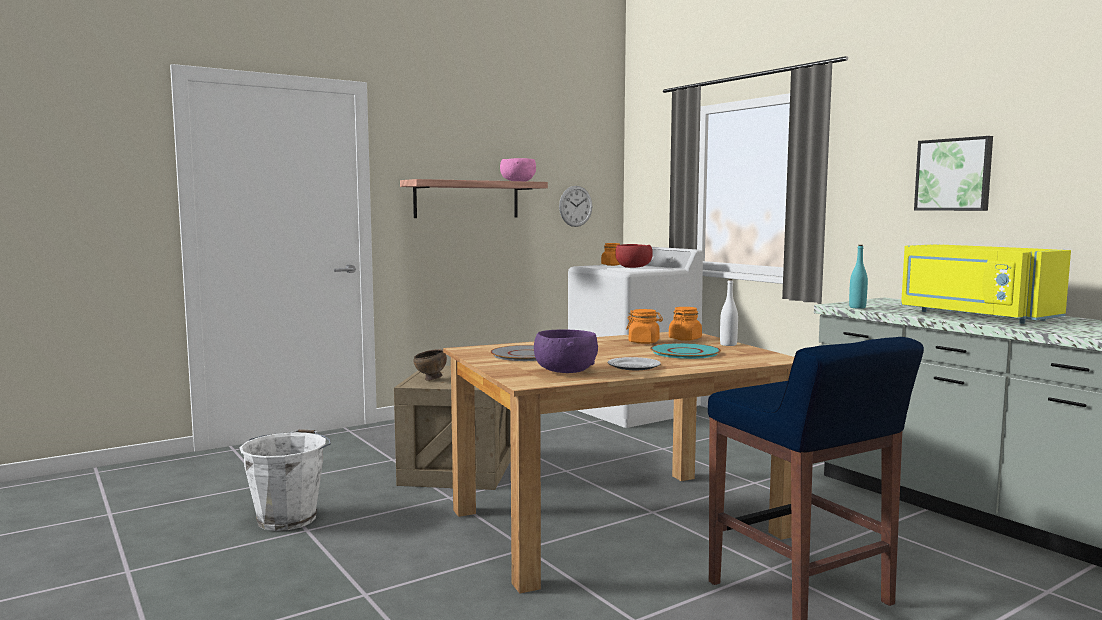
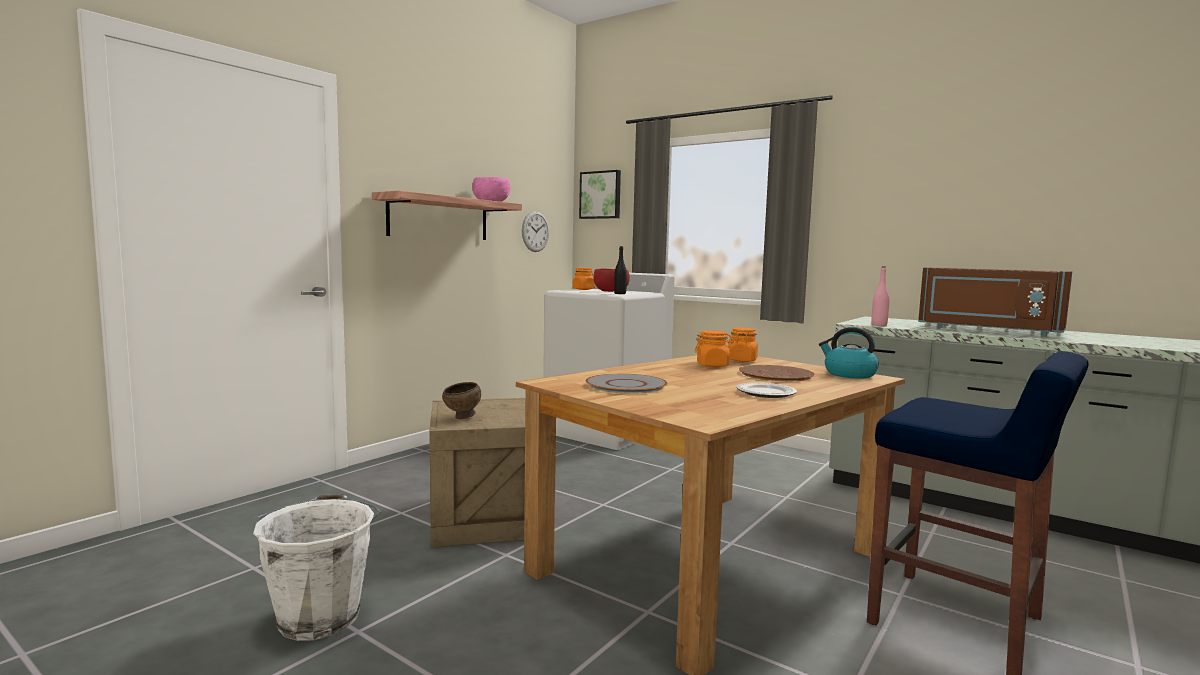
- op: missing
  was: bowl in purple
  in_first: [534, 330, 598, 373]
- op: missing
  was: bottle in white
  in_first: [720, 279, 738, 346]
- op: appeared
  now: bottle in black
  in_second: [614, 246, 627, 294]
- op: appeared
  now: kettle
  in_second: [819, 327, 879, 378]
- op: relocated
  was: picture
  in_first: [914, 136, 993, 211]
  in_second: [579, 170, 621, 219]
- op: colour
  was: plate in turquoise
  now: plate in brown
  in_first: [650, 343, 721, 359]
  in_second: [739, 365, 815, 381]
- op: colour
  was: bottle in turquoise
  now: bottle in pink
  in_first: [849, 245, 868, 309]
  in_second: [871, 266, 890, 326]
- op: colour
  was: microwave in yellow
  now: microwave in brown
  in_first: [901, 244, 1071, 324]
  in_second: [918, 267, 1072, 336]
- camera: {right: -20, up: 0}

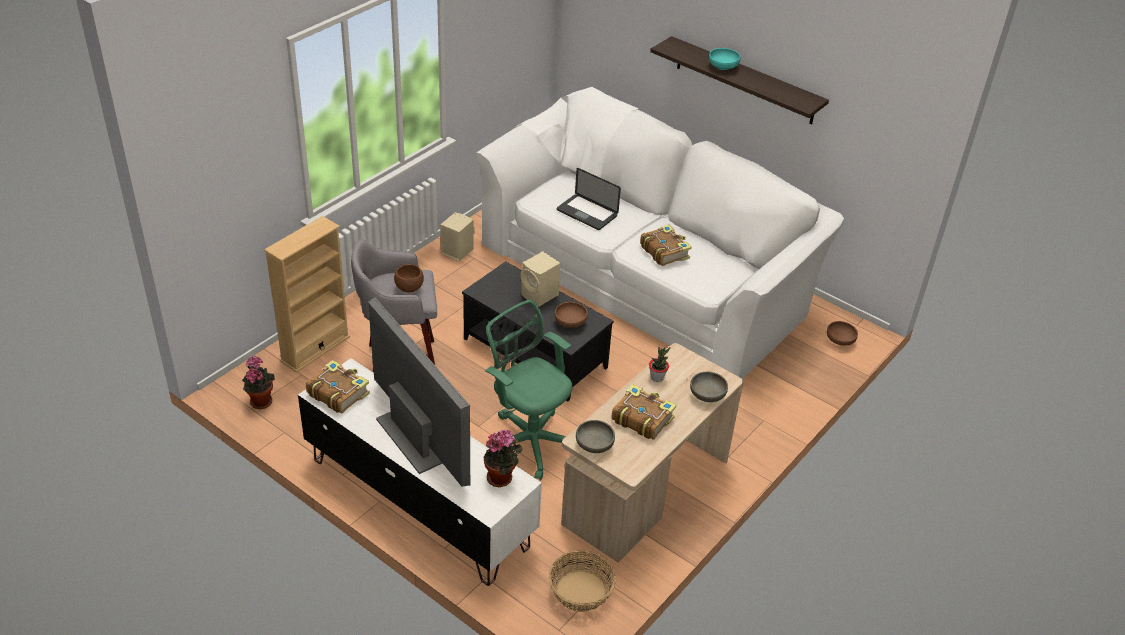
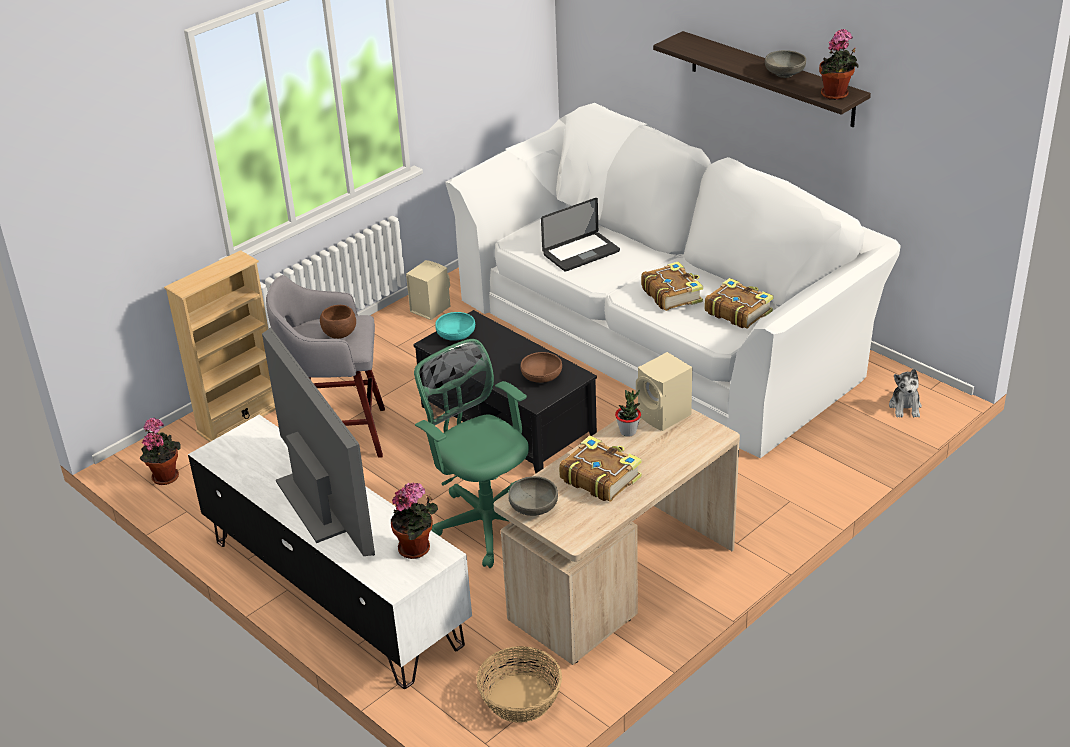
- op: appeared
  now: potted plant
  in_second: [819, 29, 859, 100]
- op: relocated
  was: book
  in_first: [306, 360, 370, 413]
  in_second: [705, 278, 774, 329]
- op: relocated
  was: speaker in beige
  in_first: [521, 251, 560, 307]
  in_second: [636, 352, 692, 431]
- op: relocated
  was: bowl in grey
  in_first: [690, 372, 728, 402]
  in_second: [765, 50, 806, 78]
- op: relocated
  was: bowl in turquoise
  in_first: [709, 48, 741, 70]
  in_second: [435, 312, 475, 341]
- op: exchanged
  was: bowl in brown
  now: plush toy
  in_first: [827, 321, 858, 346]
  in_second: [889, 369, 922, 418]
- op: spun
  was: laptop
  in_first: [557, 168, 621, 230]
  in_second: [541, 198, 620, 272]
  clockwise: -75
- camera: {right: 10, up: -5}

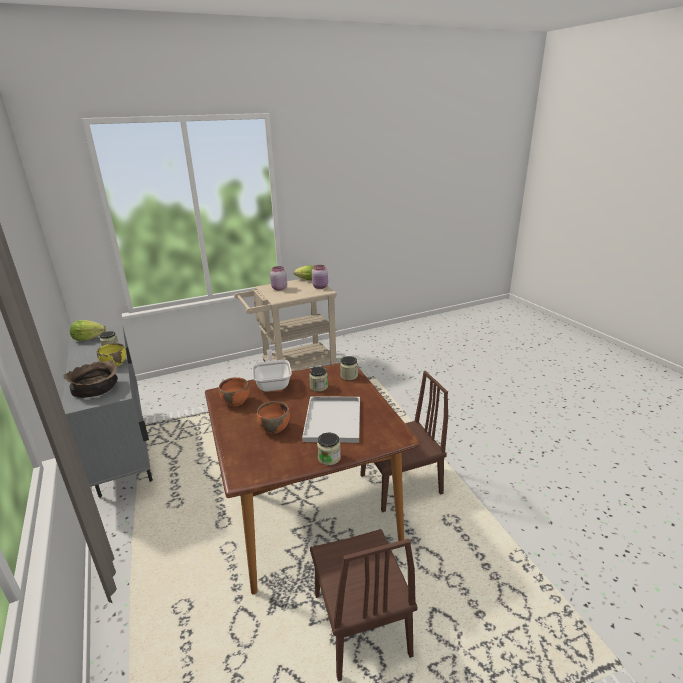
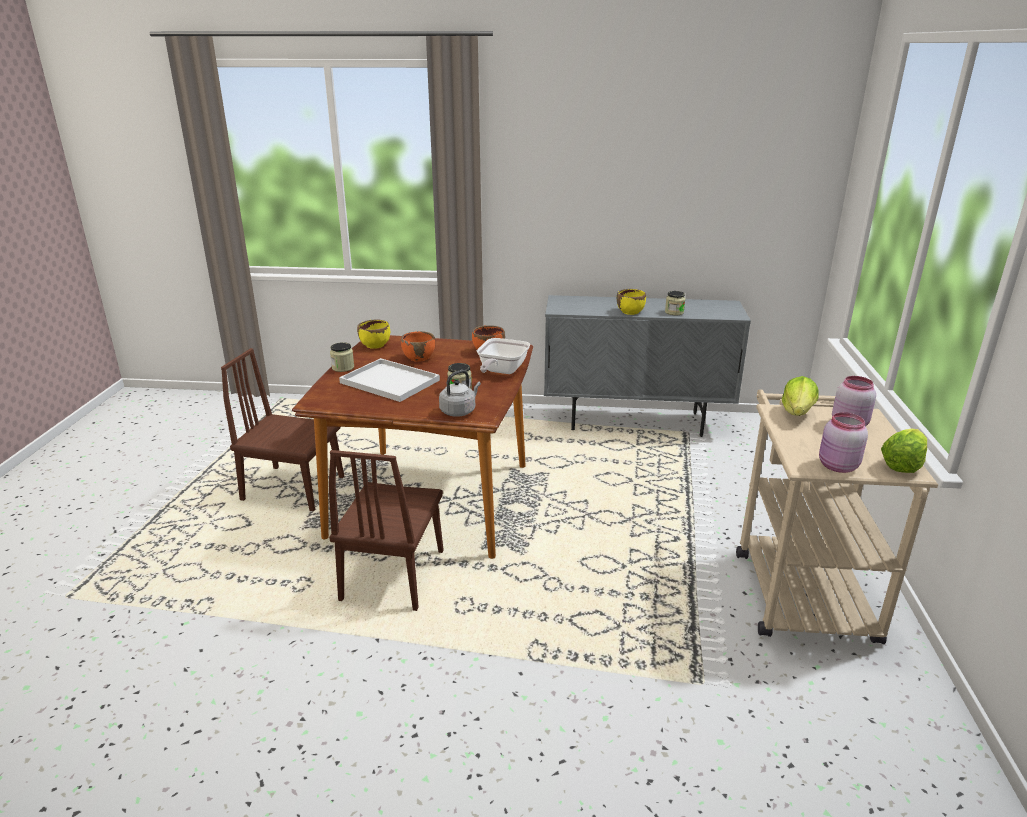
- op: missing
  was: bowl in brown
  in_first: [63, 360, 118, 398]
- op: appeared
  now: bowl in yellow
  in_second: [357, 319, 390, 349]
- op: relocated
  was: lettuce
  in_first: [70, 320, 106, 341]
  in_second: [782, 376, 819, 416]
- op: exchanged
  was: jar
  now: kettle in grey
  in_first: [340, 356, 358, 380]
  in_second: [439, 370, 481, 417]
- op: spun
  was: frying pan
  in_first: [252, 349, 292, 392]
  in_second: [477, 338, 531, 374]
  clockwise: 90
- camera: {right: 120, up: 0}

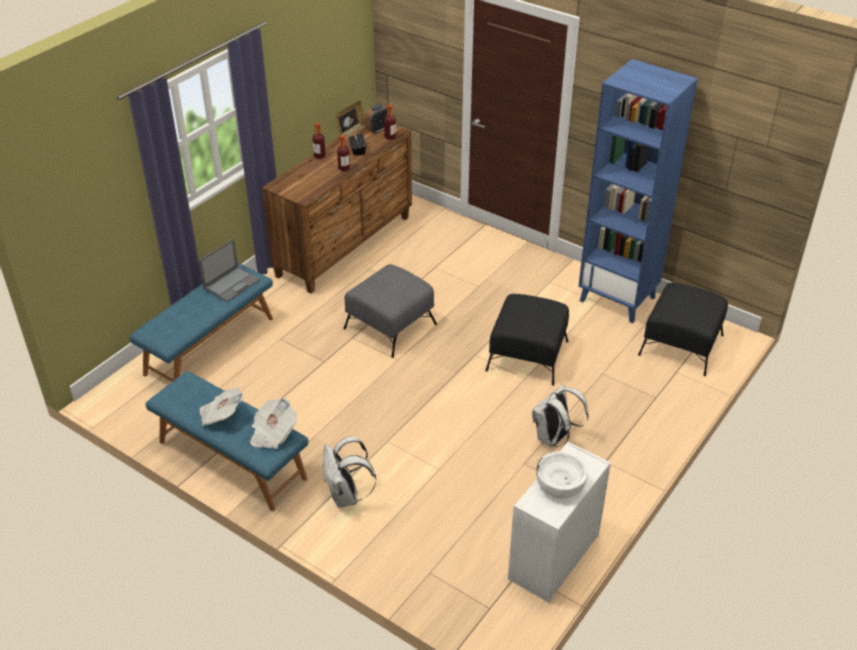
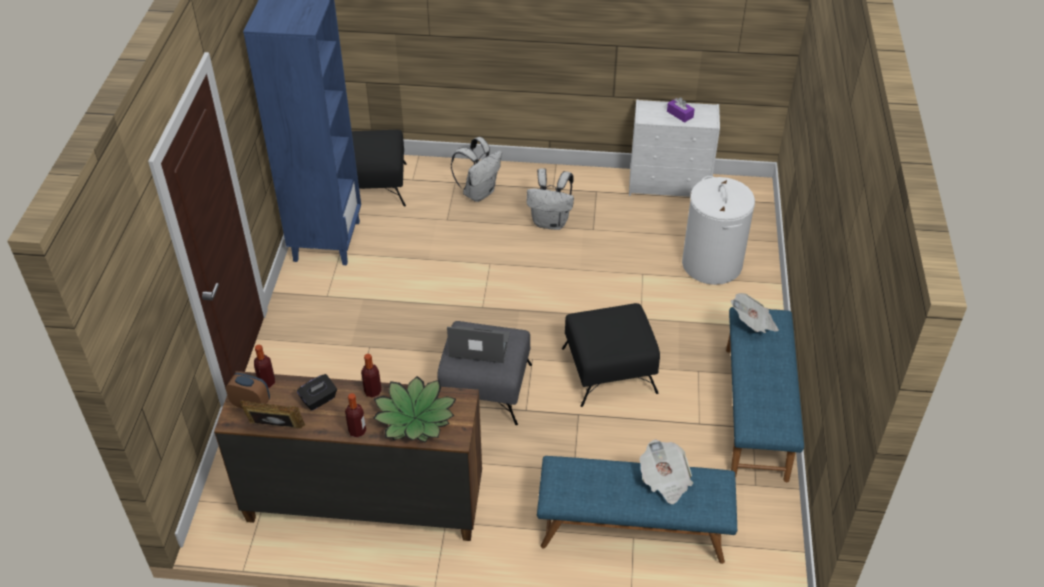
- op: appeared
  now: potted plant
  in_second: [373, 376, 456, 443]
- op: appeared
  now: laundry basket in white
  in_second: [682, 176, 755, 285]
- op: relocated
  was: laptop
  in_first: [199, 239, 261, 302]
  in_second: [447, 326, 510, 363]
- op: relocated
  was: newspaper
  in_first: [200, 387, 243, 426]
  in_second: [639, 439, 693, 504]
- op: relocated
  was: backpack in white
  in_first: [323, 436, 376, 507]
  in_second: [451, 137, 502, 202]
- op: relocated
  was: ottoman in black
  in_first: [485, 294, 569, 386]
  in_second: [562, 303, 660, 407]
- op: exchanged
  was: bowl in white
  now: tissue box in purple
  in_first: [536, 451, 588, 499]
  in_second: [667, 97, 695, 123]
- camera: {right: -120, up: 5}

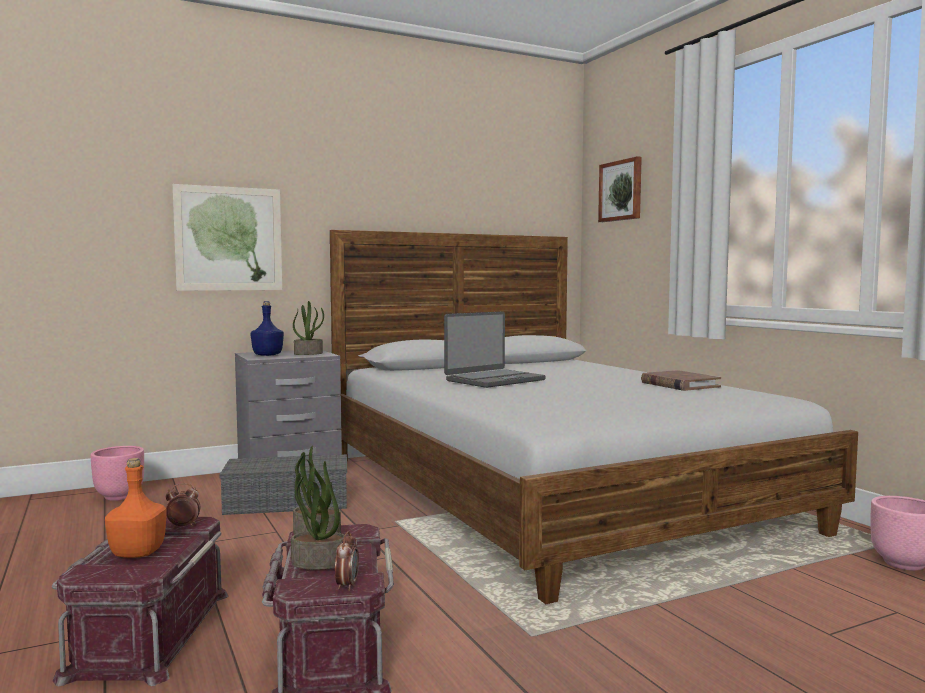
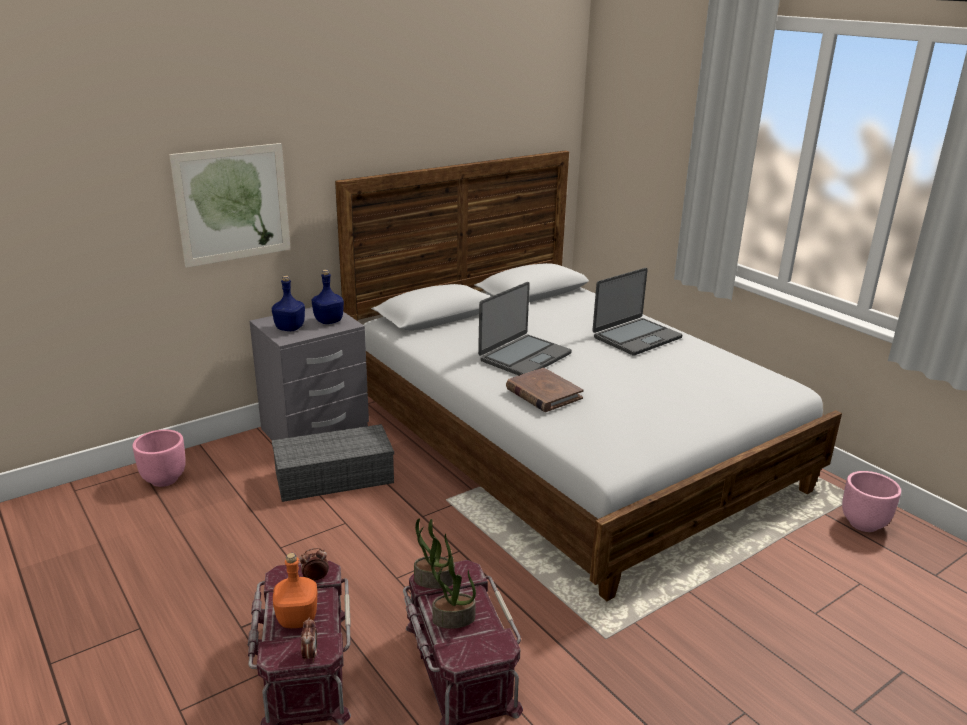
- op: missing
  was: picture
  in_first: [598, 156, 642, 222]
- op: appeared
  now: laptop
  in_second: [592, 268, 682, 356]
- op: relocated
  was: alarm clock
  in_first: [335, 531, 359, 591]
  in_second: [301, 618, 317, 662]
- op: relocated
  was: book in brown
  in_first: [641, 370, 721, 391]
  in_second: [506, 368, 584, 412]
- op: exchanged
  was: potted plant
  now: bottle in blue
  in_first: [293, 301, 324, 355]
  in_second: [312, 270, 344, 324]
- camera: {right: -10, up: 20}

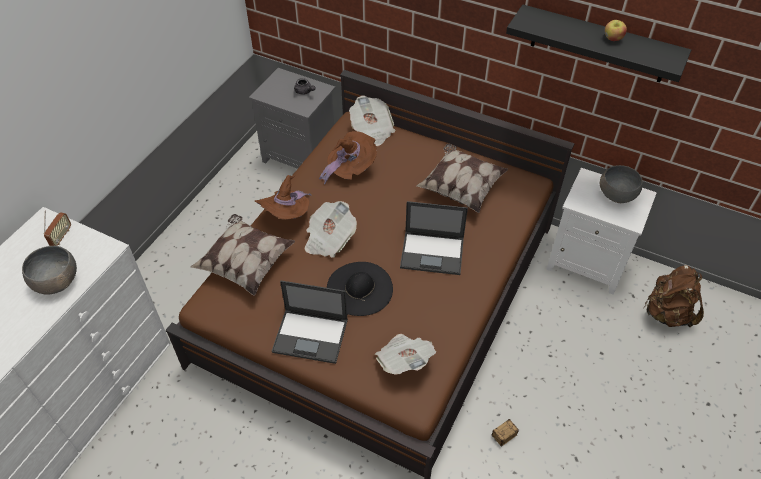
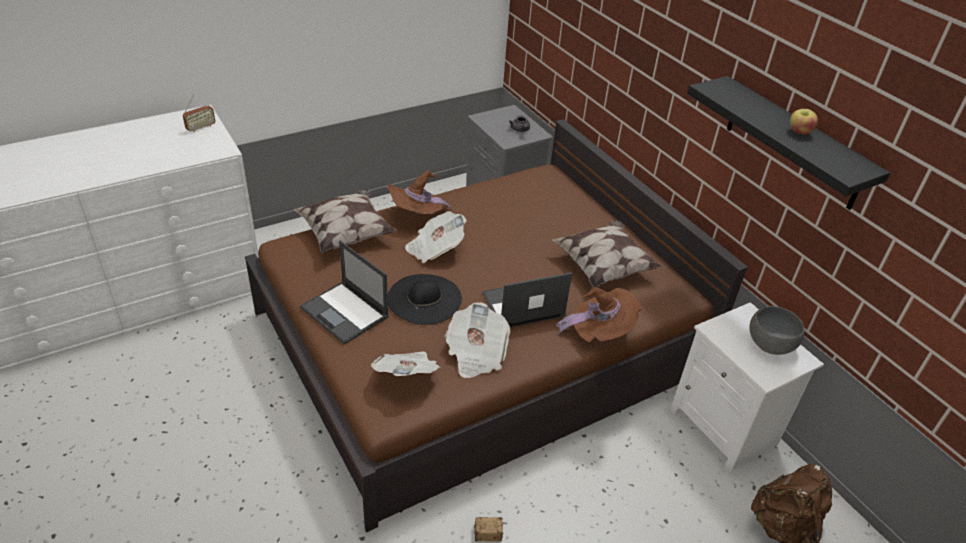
- op: missing
  was: bowl in grey
  in_first: [22, 246, 77, 295]
- op: relocated
  was: hat in brown
  in_first: [319, 131, 377, 185]
  in_second: [556, 287, 643, 342]
- op: relocated
  was: newspaper
  in_first: [349, 95, 395, 146]
  in_second: [445, 302, 511, 378]
- op: spun
  was: laptop
  in_first: [400, 201, 468, 275]
  in_second: [482, 272, 572, 328]
  clockwise: 120
- camera: {right: 30, up: -10}

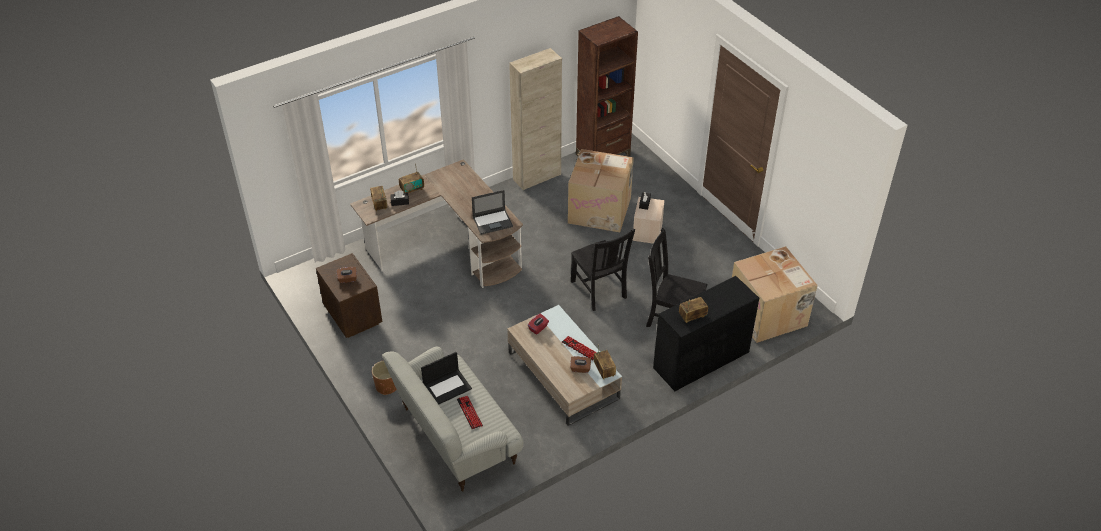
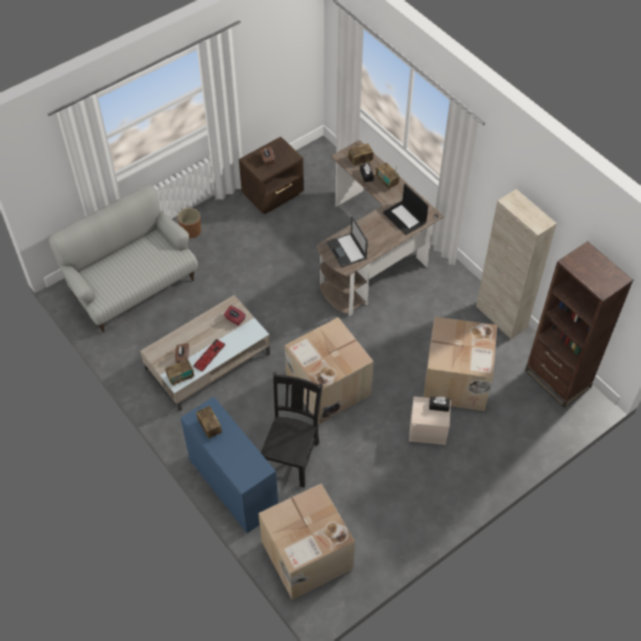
- op: missing
  was: keyboard
  in_first: [457, 396, 483, 429]
- op: relocated
  was: laptop
  in_first: [421, 352, 472, 404]
  in_second: [383, 184, 428, 235]
- op: exchanged
  was: chair in black
  now: cardboard box
  in_first: [571, 229, 635, 311]
  in_second: [285, 317, 374, 424]
- op: colour
  was: desk in black
  now: desk in blue
  in_first: [653, 276, 759, 391]
  in_second: [181, 397, 278, 533]
- camera: {right: 85, up: 10}

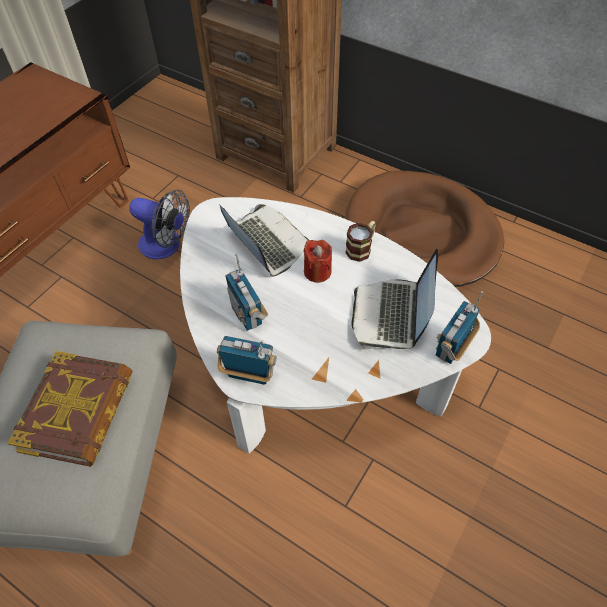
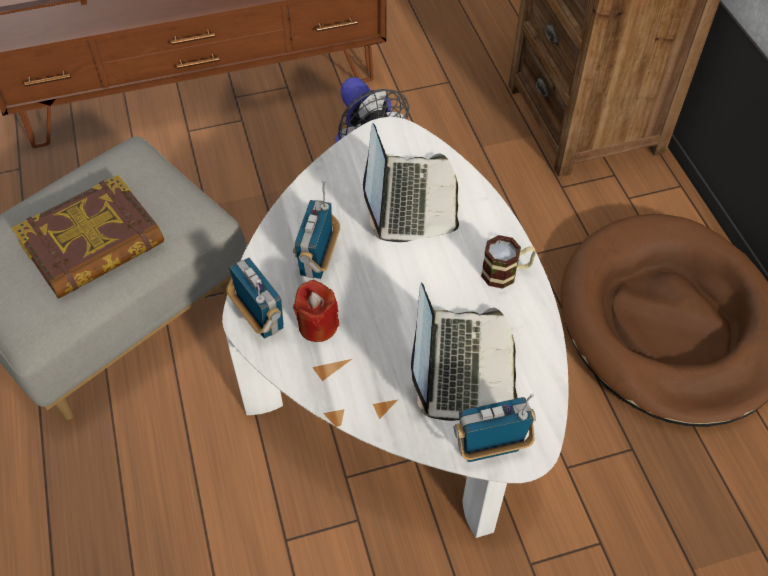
- op: relocated
  was: candle in red
  in_first: [304, 240, 332, 283]
  in_second: [293, 280, 339, 342]
- op: spun
  was: laptop
  in_first: [351, 248, 438, 349]
  in_second: [411, 283, 518, 421]
  clockwise: 135
- camera: {right: 40, up: 0}

